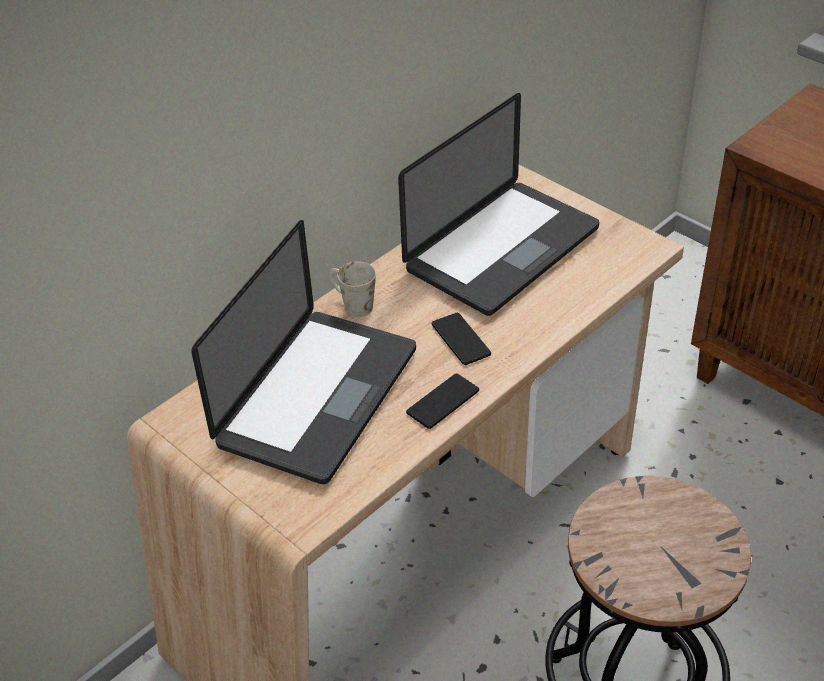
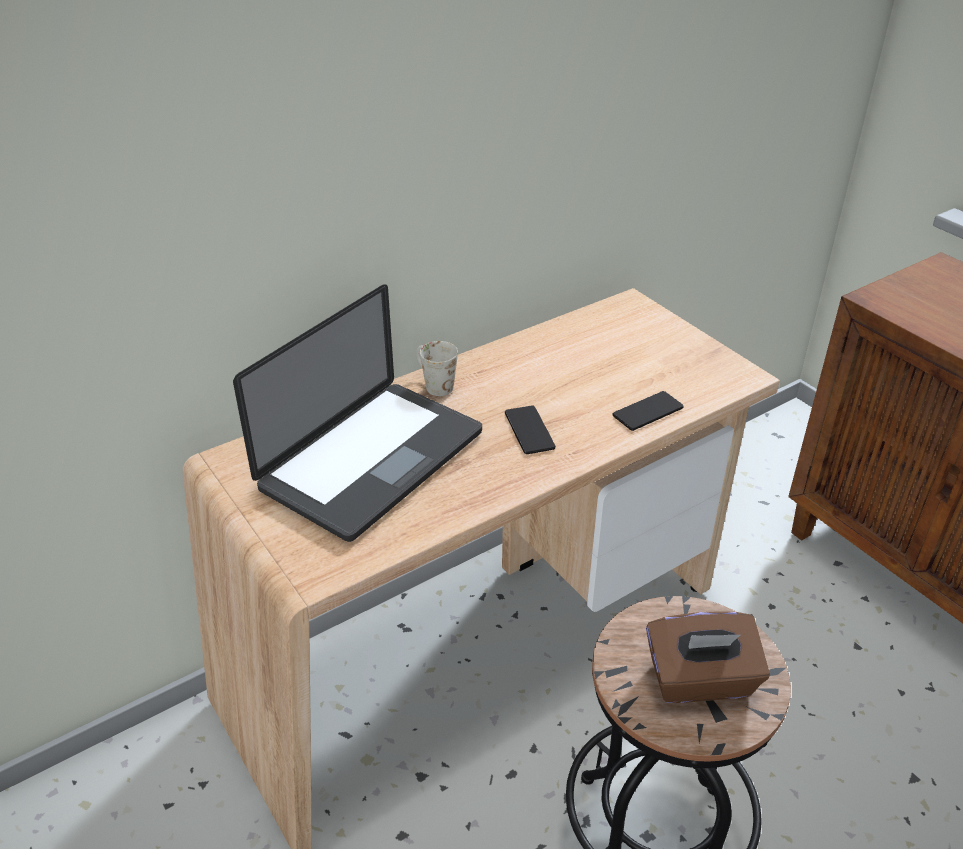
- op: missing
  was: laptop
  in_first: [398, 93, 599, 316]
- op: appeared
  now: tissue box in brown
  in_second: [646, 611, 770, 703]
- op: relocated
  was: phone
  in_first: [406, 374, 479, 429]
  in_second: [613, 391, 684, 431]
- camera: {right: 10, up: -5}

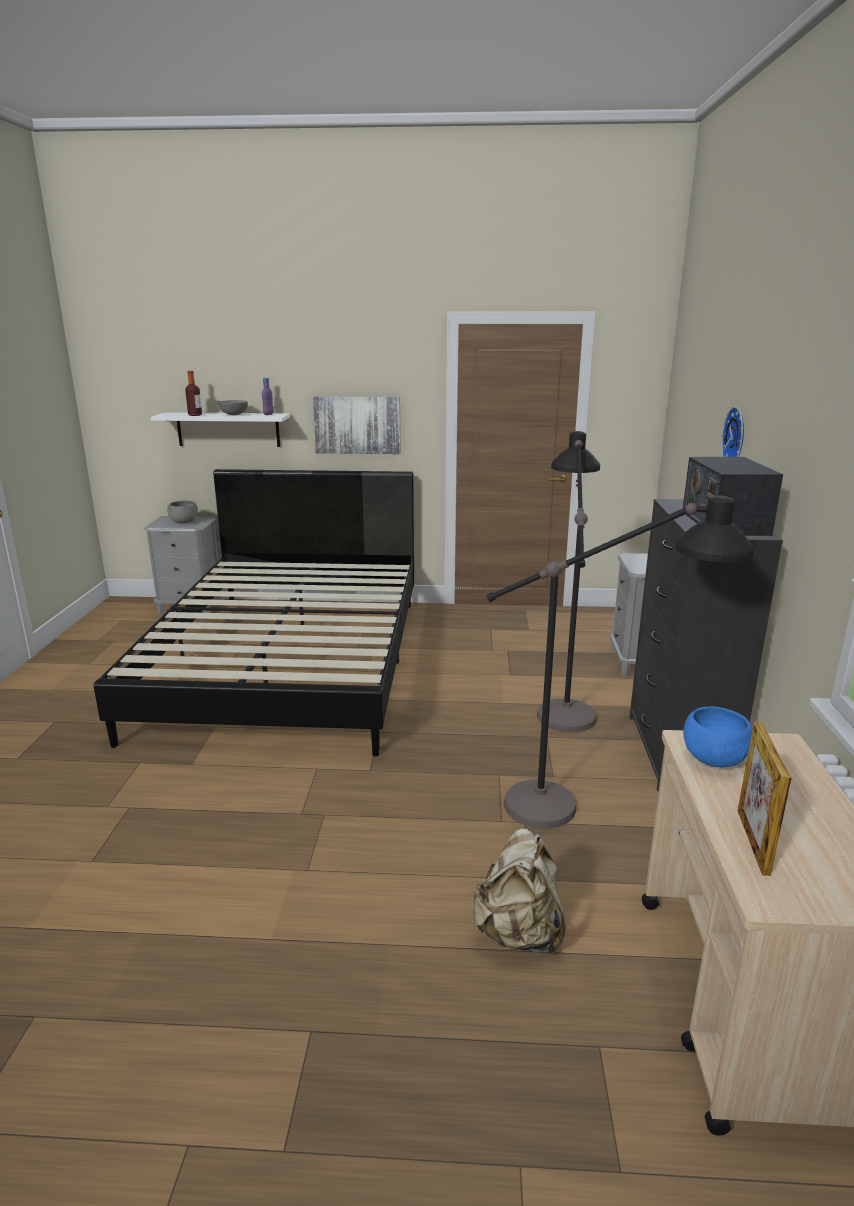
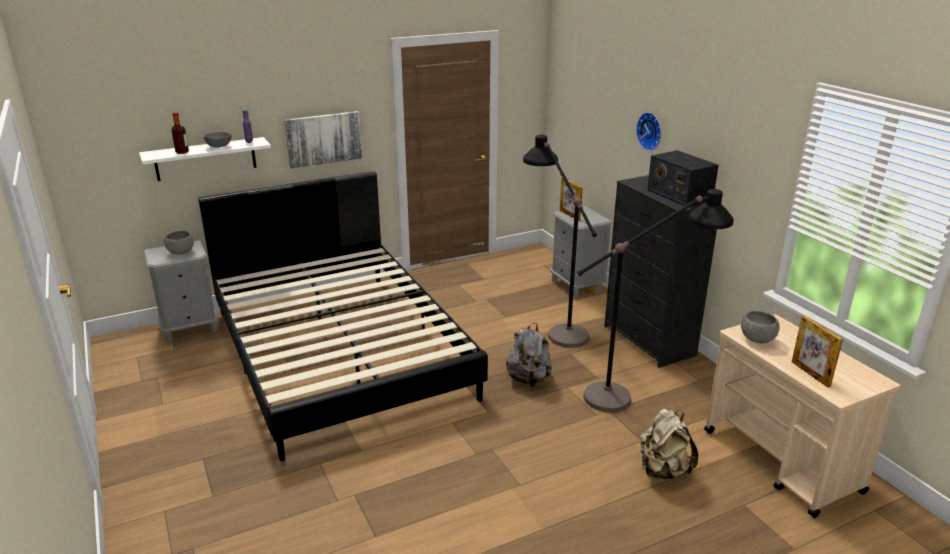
- op: appeared
  now: backpack in grey
  in_second: [506, 323, 552, 387]
- op: appeared
  now: picture frame
  in_second: [560, 178, 583, 221]
- op: colour
  was: bowl in blue
  now: bowl in grey
  in_first: [683, 707, 753, 767]
  in_second: [741, 311, 780, 344]
- camera: {right: -30, up: 5}

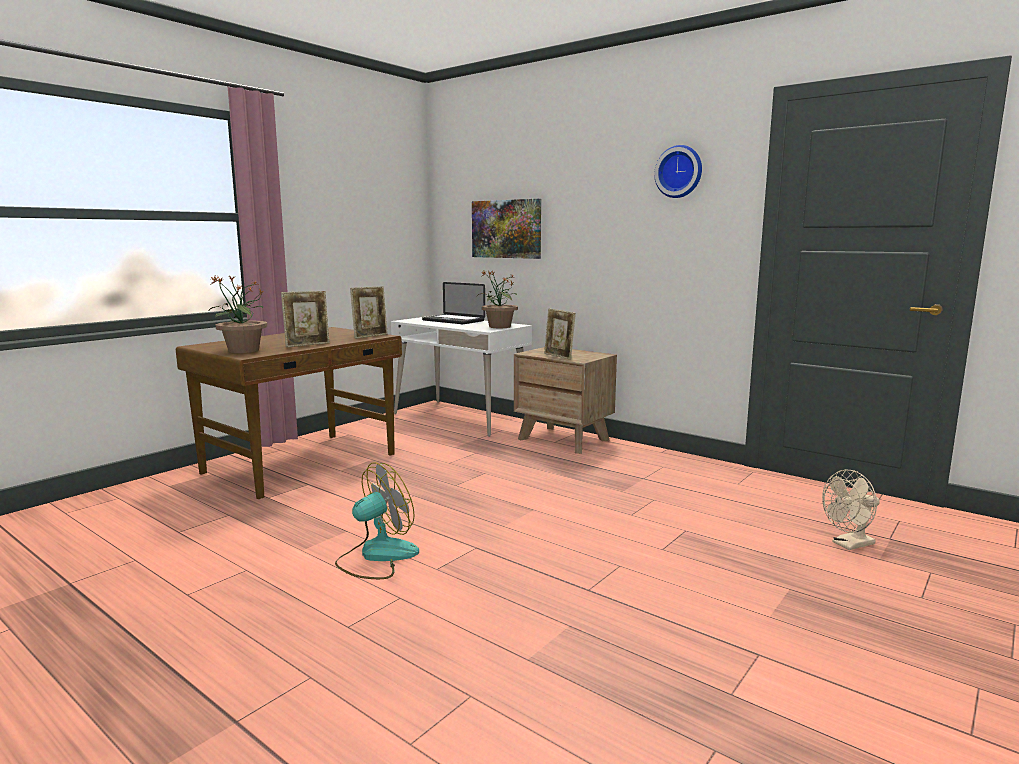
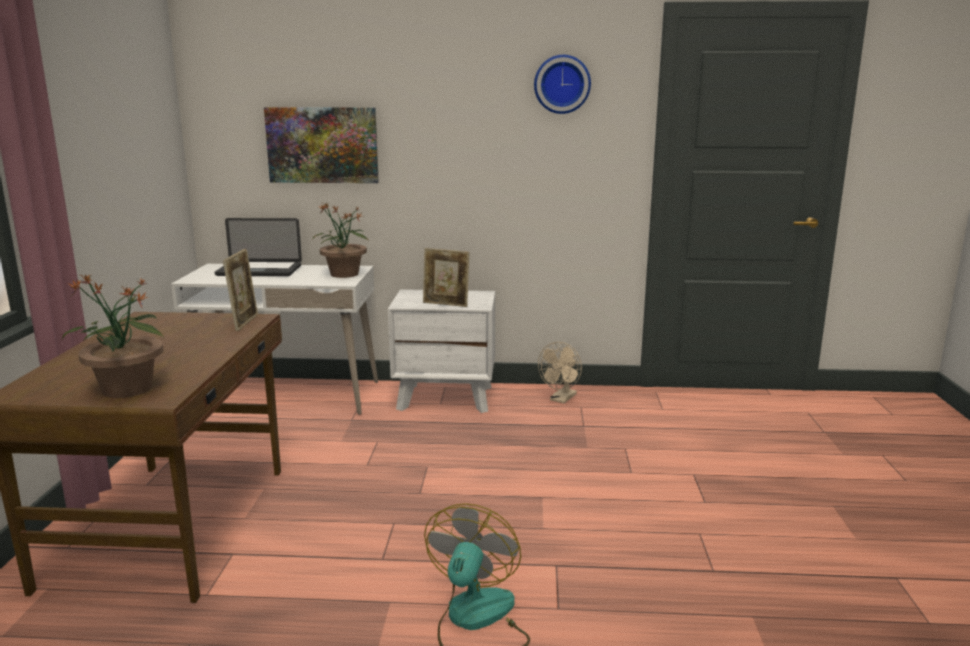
- op: missing
  was: picture frame
  in_first: [281, 291, 330, 347]
- op: relocated
  was: fan in beige
  in_first: [822, 470, 880, 550]
  in_second: [538, 342, 582, 403]
- op: colour
  was: nightstand in brown
  now: nightstand in white
  in_first: [514, 347, 617, 454]
  in_second: [388, 289, 495, 413]
- camera: {right: -35, up: 5}

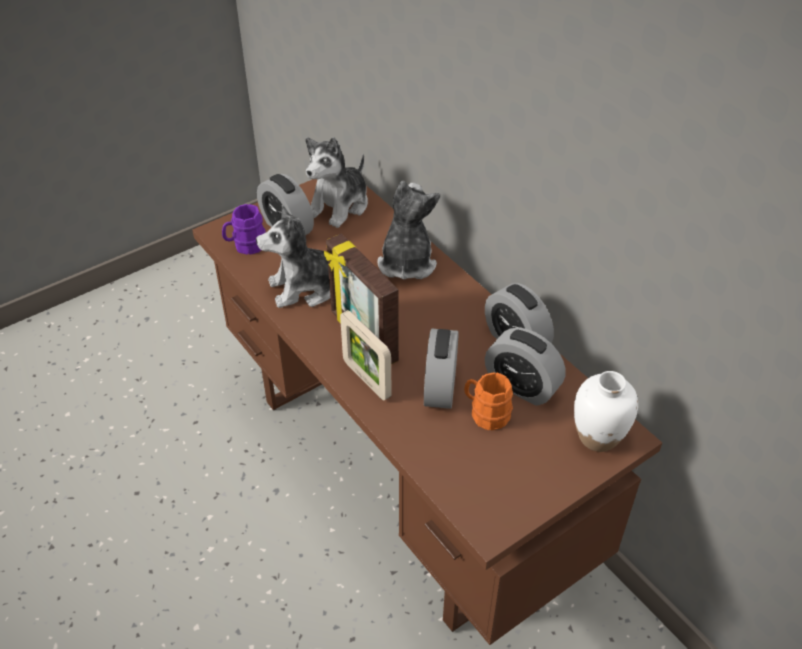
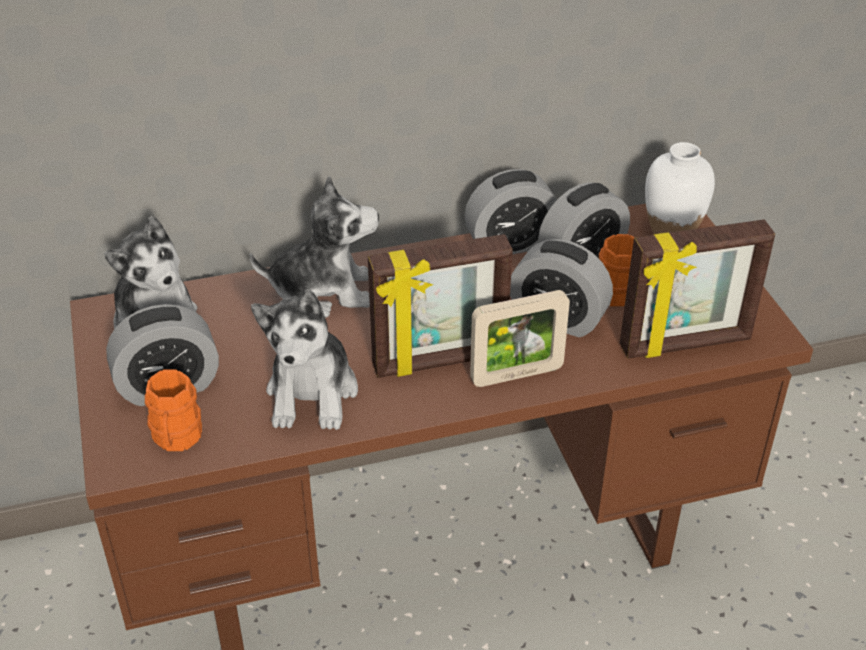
- op: appeared
  now: picture frame
  in_second: [620, 220, 775, 359]
- op: colour
  was: mug in purple
  now: mug in orange
  in_first: [222, 204, 266, 255]
  in_second: [145, 369, 202, 451]
- op: spun
  was: plush toy
  in_first: [377, 180, 440, 279]
  in_second: [249, 176, 379, 318]
  clockwise: 150
- camera: {right: -70, up: -5}

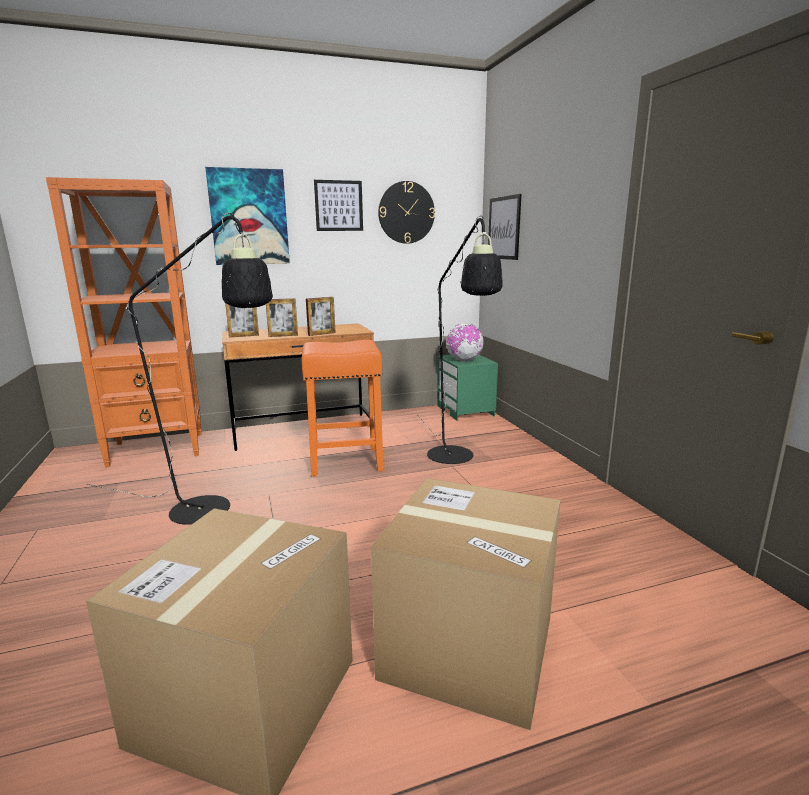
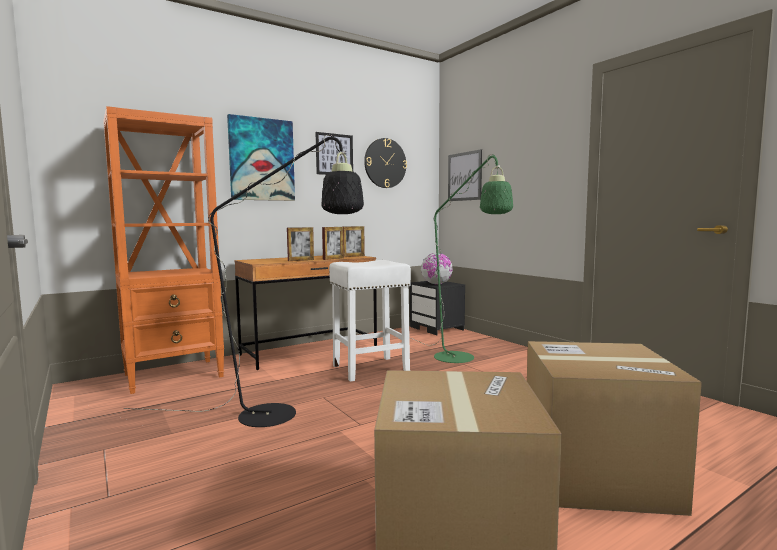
- op: relocated
  was: picture frame
  in_first: [225, 303, 259, 337]
  in_second: [343, 226, 365, 257]
- op: colour
  was: stool in orange
  now: stool in white
  in_first: [301, 340, 384, 477]
  in_second: [329, 260, 411, 382]
- op: colour
  was: floor lamp in black
  now: floor lamp in green
  in_first: [418, 216, 503, 464]
  in_second: [409, 154, 513, 363]
- op: colour
  was: nightstand in green
  now: nightstand in black
  in_first: [437, 355, 498, 421]
  in_second: [410, 281, 465, 335]
- camera: {right: -15, up: -10}

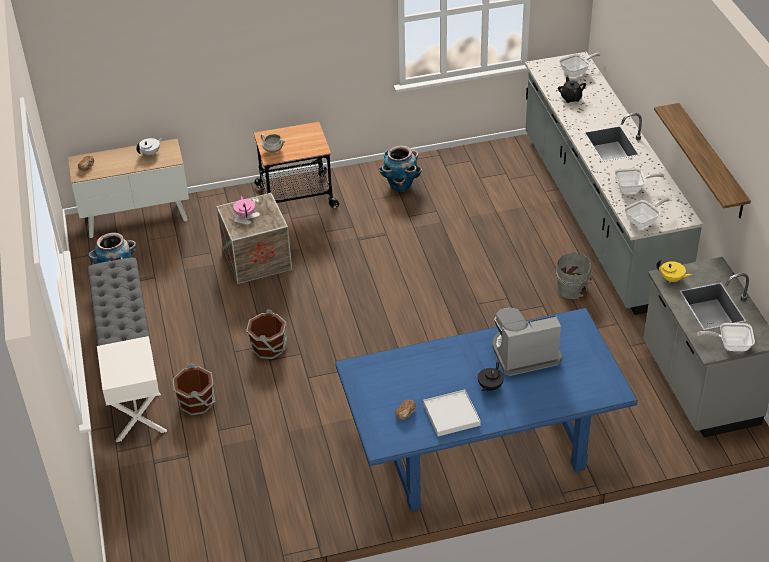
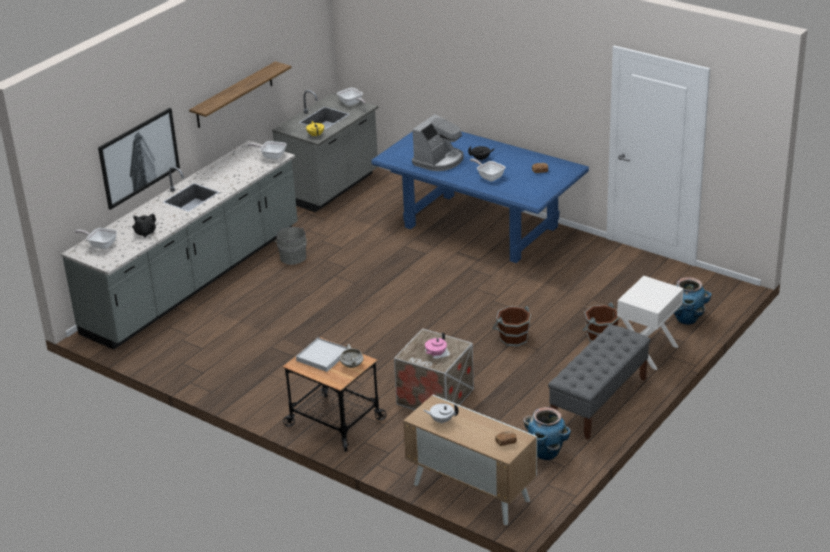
- op: appeared
  now: picture
  in_second: [98, 108, 180, 210]
- op: relocated
  was: planter
  in_first: [378, 145, 422, 192]
  in_second: [673, 277, 712, 325]
- op: relocated
  was: tray in white
  in_first: [423, 389, 481, 436]
  in_second: [296, 338, 347, 372]
- op: relocated
  was: frying pan
  in_first: [615, 168, 664, 193]
  in_second: [470, 158, 506, 182]
- op: spun
  was: coffee machine
  in_first: [492, 308, 562, 376]
  in_second: [412, 114, 463, 171]
  clockwise: -90
- camera: {right: -130, up: -10}

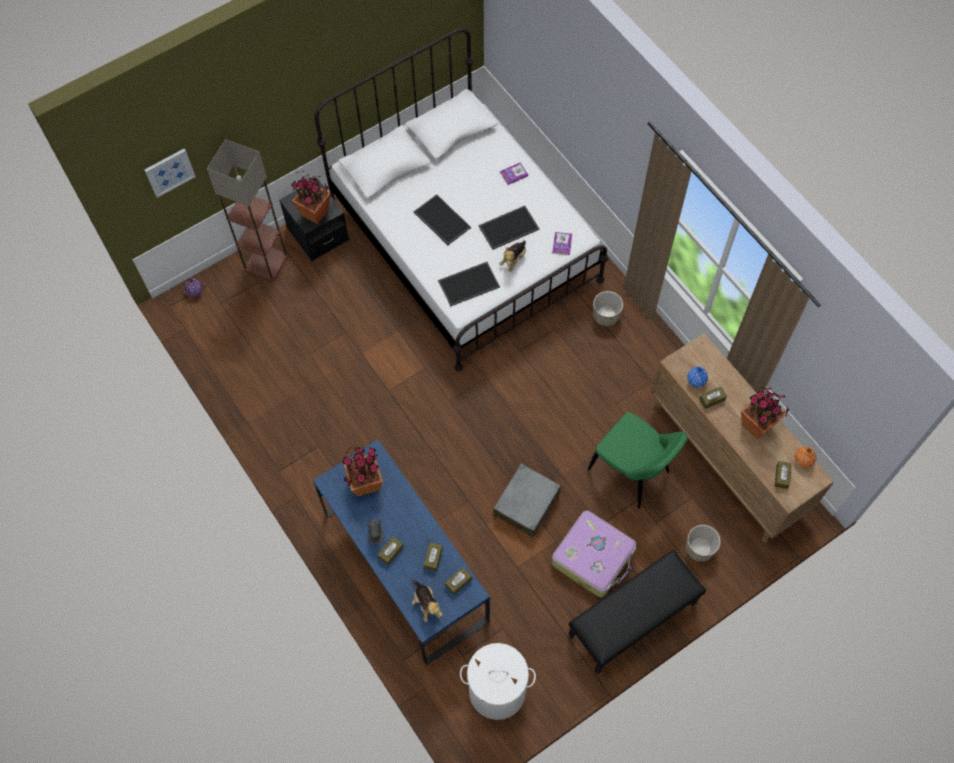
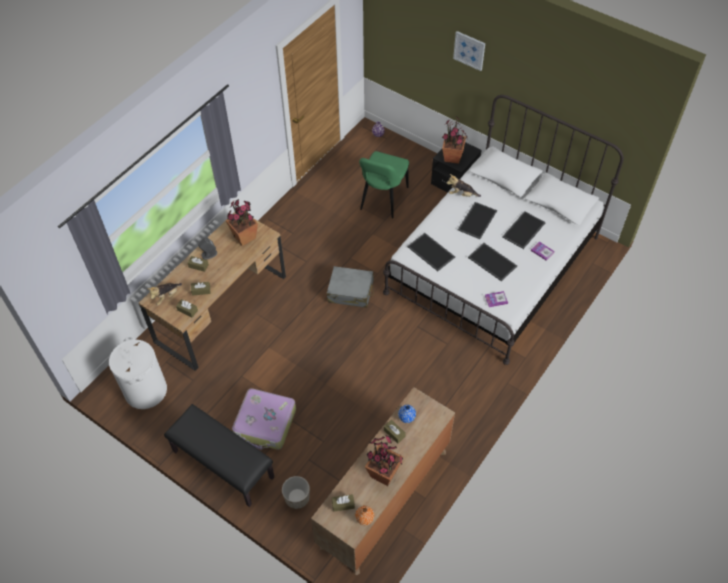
- op: missing
  was: floor lamp
  in_first: [207, 139, 288, 282]
- op: missing
  was: planter
  in_first: [593, 291, 623, 326]
- op: appeared
  now: tray
  in_second: [502, 211, 546, 249]
- op: relocated
  was: picture
  in_first: [145, 149, 196, 198]
  in_second: [453, 31, 485, 71]
- op: relocated
  was: suitcase in grey
  in_first: [493, 464, 561, 537]
  in_second: [327, 266, 374, 308]
- op: relocated
  was: plush toy
  in_first: [500, 240, 526, 272]
  in_second: [447, 174, 481, 197]
- op: relocated
  was: chair in green
  in_first: [588, 412, 688, 509]
  in_second: [359, 151, 409, 218]
- op: colour
  was: desk in blue
  now: desk in brown
  in_first: [313, 440, 490, 665]
  in_second: [139, 212, 286, 371]
- camera: {right: 70, up: -10}

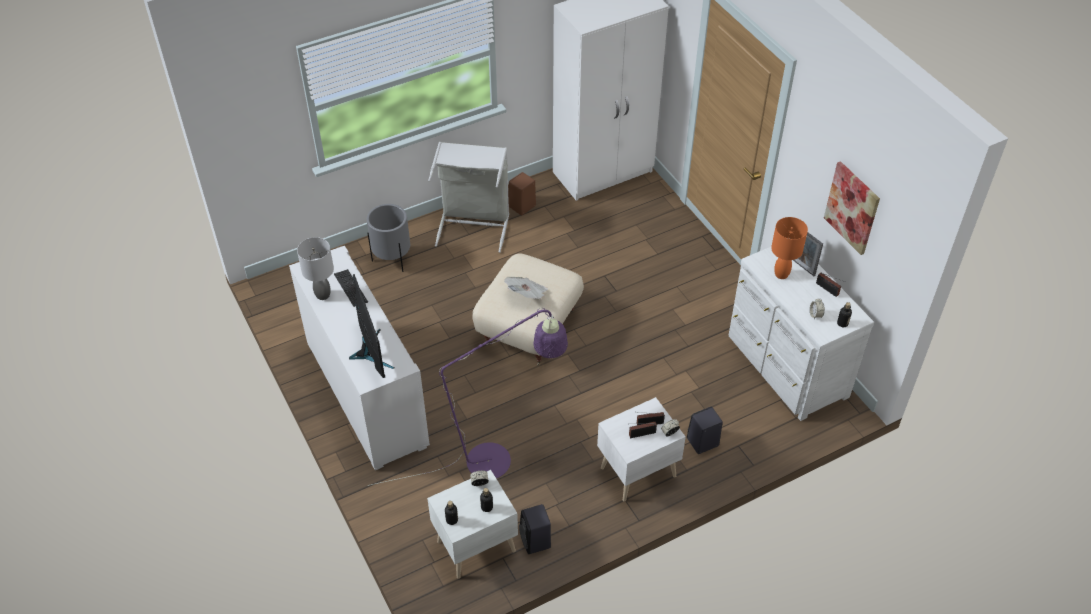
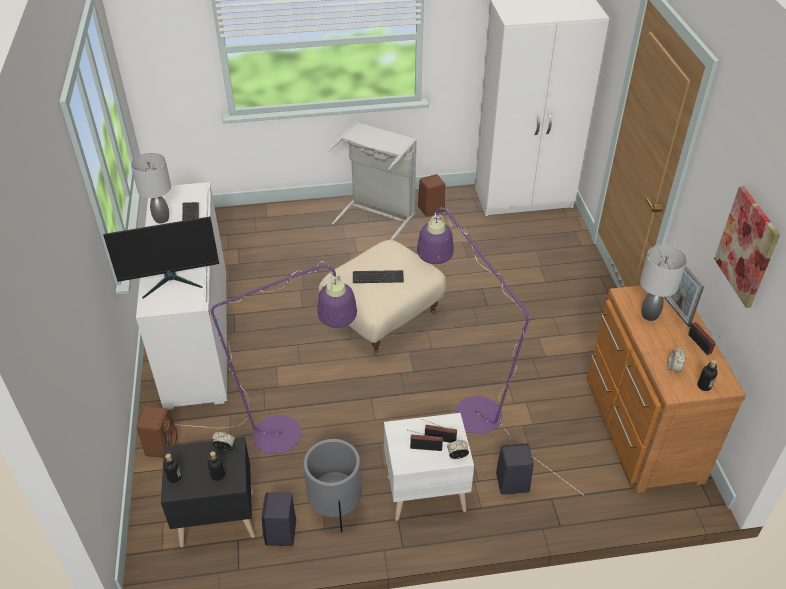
- op: appeared
  now: speaker in brown
  in_second: [136, 406, 178, 458]
- op: appeared
  now: floor lamp in purple
  in_second: [417, 207, 584, 495]
- op: relocated
  was: planter in grey
  in_first: [367, 204, 410, 272]
  in_second: [303, 439, 361, 532]
- op: exchanged
  was: newspaper
  now: keyboard
  in_first: [504, 277, 548, 299]
  in_second: [353, 270, 404, 283]
- op: colour
  was: nightstand in white
  now: nightstand in black
  in_first: [427, 470, 518, 579]
  in_second: [161, 437, 255, 547]
- op: colour
  was: dresser in white
  now: dresser in brown
  in_first: [728, 247, 874, 421]
  in_second: [587, 285, 746, 493]
- op: colour
  was: table lamp in orange
  now: table lamp in grey
  in_first: [771, 217, 808, 279]
  in_second: [640, 245, 687, 321]
- op: spun
  was: monitor
  in_first: [349, 274, 394, 378]
  in_second: [103, 216, 219, 299]
  clockwise: 75
- camera: {right: 20, up: -5}

